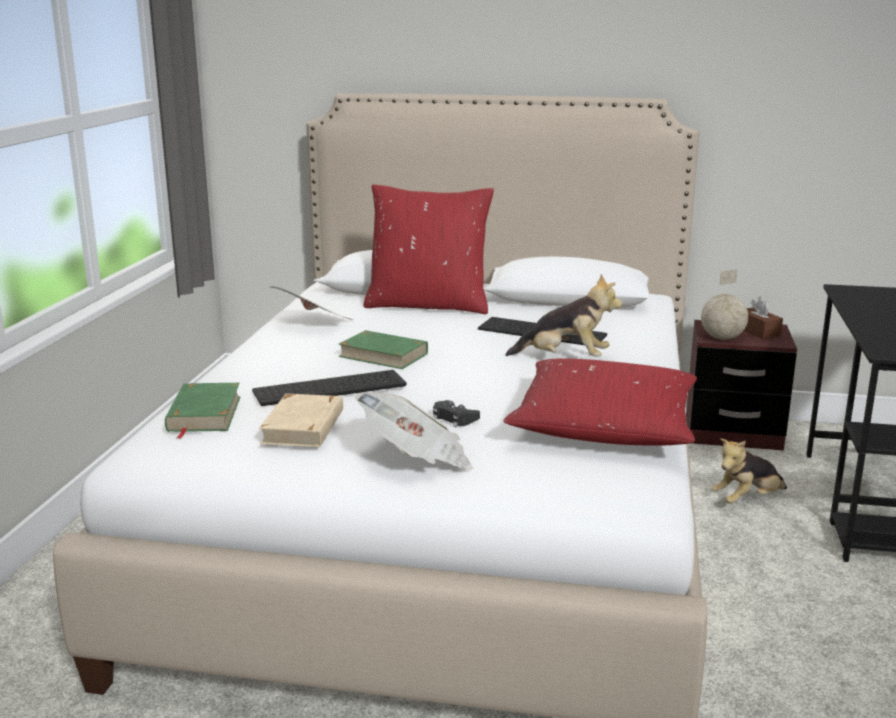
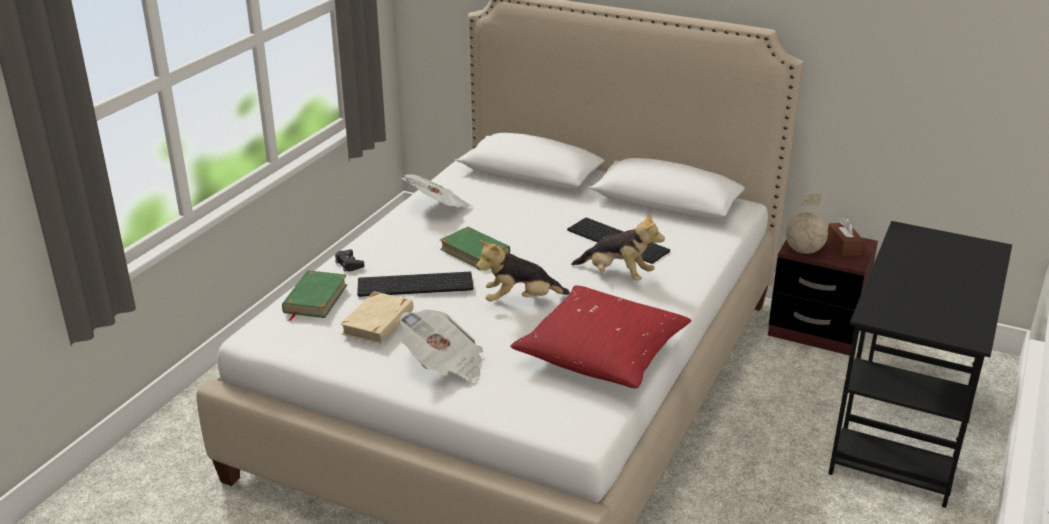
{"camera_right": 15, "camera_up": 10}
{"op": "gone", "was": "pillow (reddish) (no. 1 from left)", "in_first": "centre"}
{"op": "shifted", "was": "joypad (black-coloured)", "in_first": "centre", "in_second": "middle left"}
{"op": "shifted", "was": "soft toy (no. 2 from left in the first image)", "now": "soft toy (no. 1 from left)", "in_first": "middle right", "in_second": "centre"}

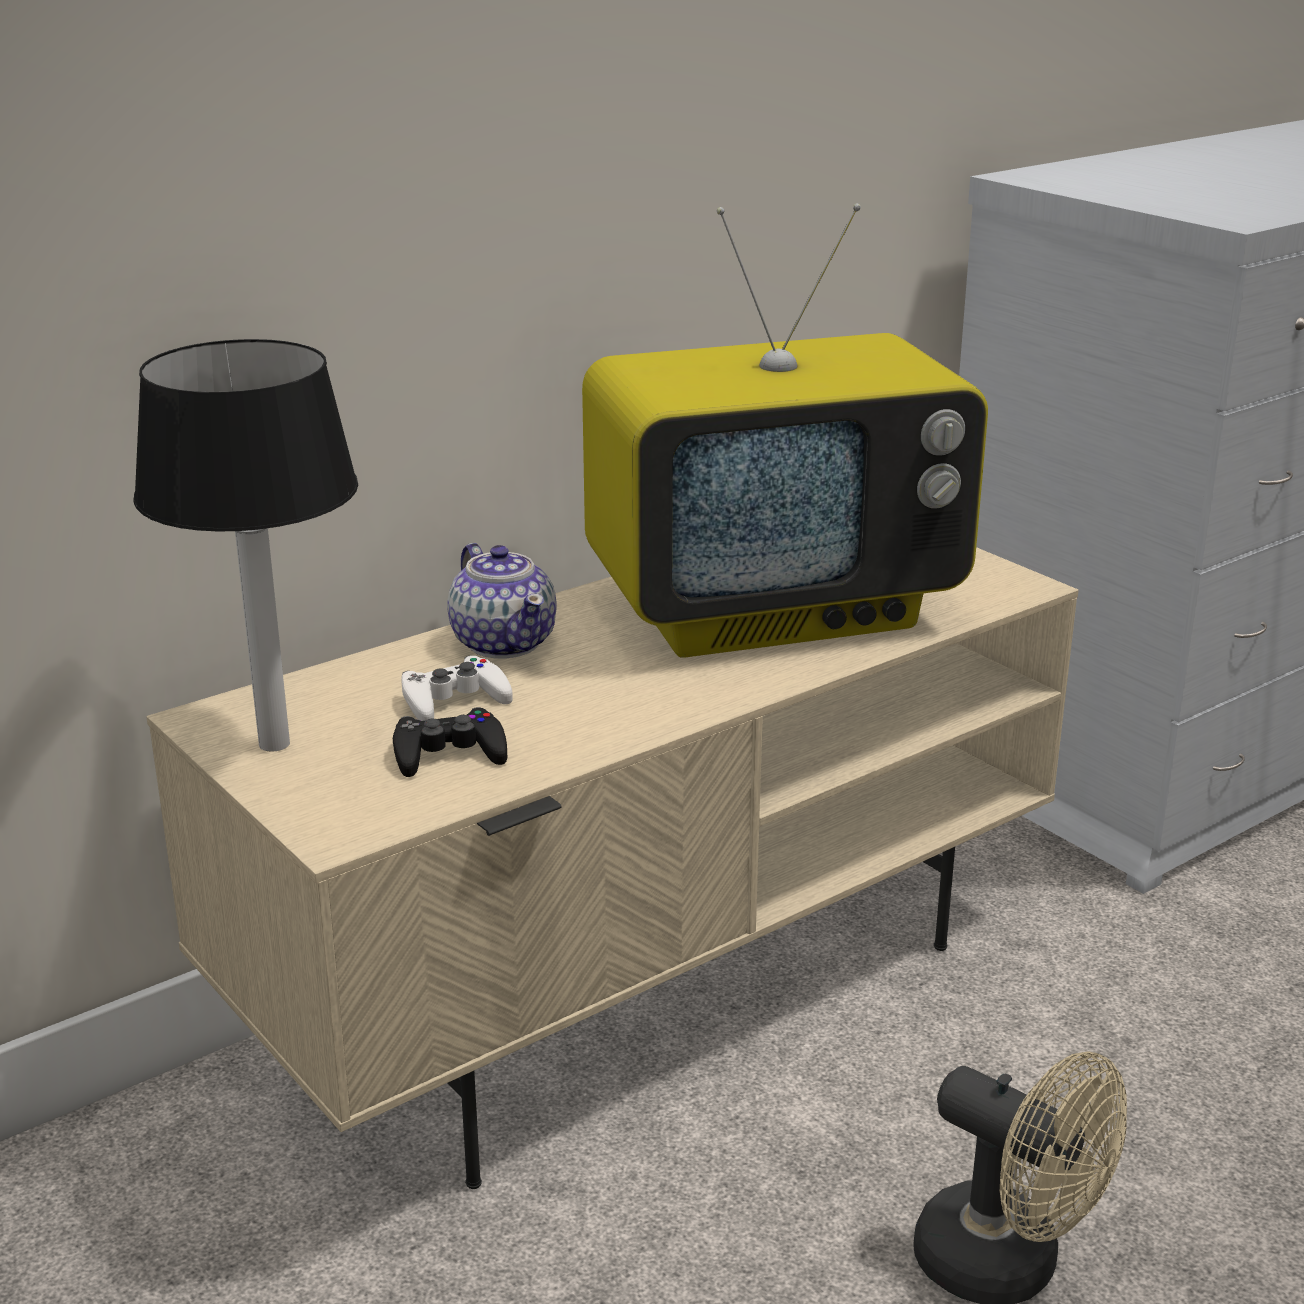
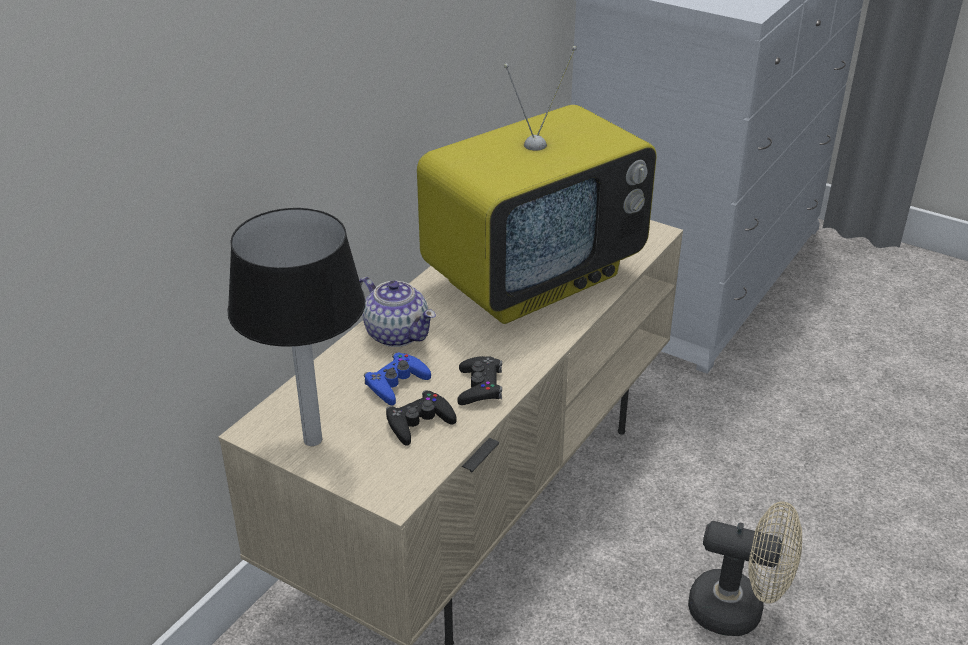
{"camera_right": -20, "camera_up": 10}
{"op": "repainted", "was": "joypad (whitish)", "now": "joypad (blue-coloured)", "in_first": "centre", "in_second": "centre"}
{"op": "new", "now": "joypad (black-coloured) (no. 2 from left)", "in_second": "centre"}

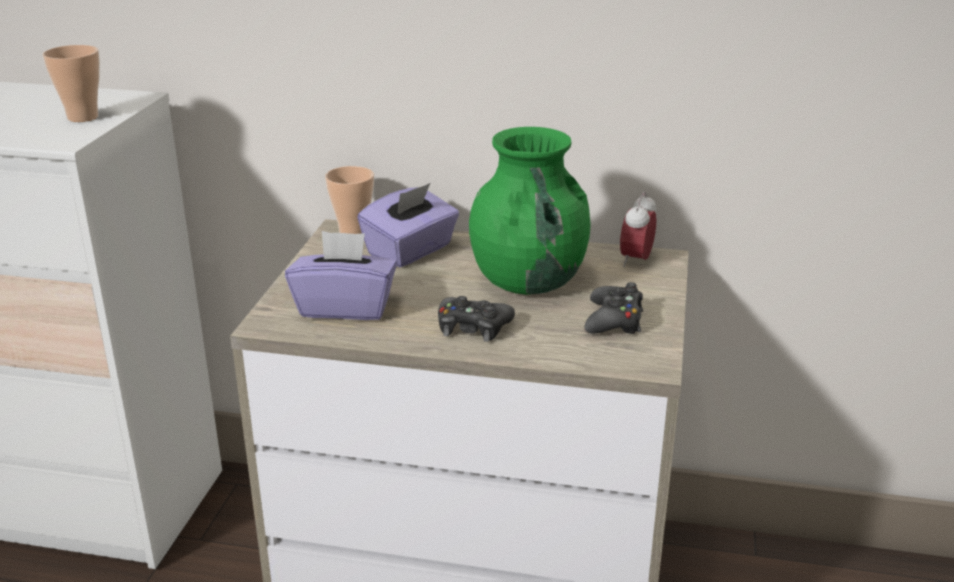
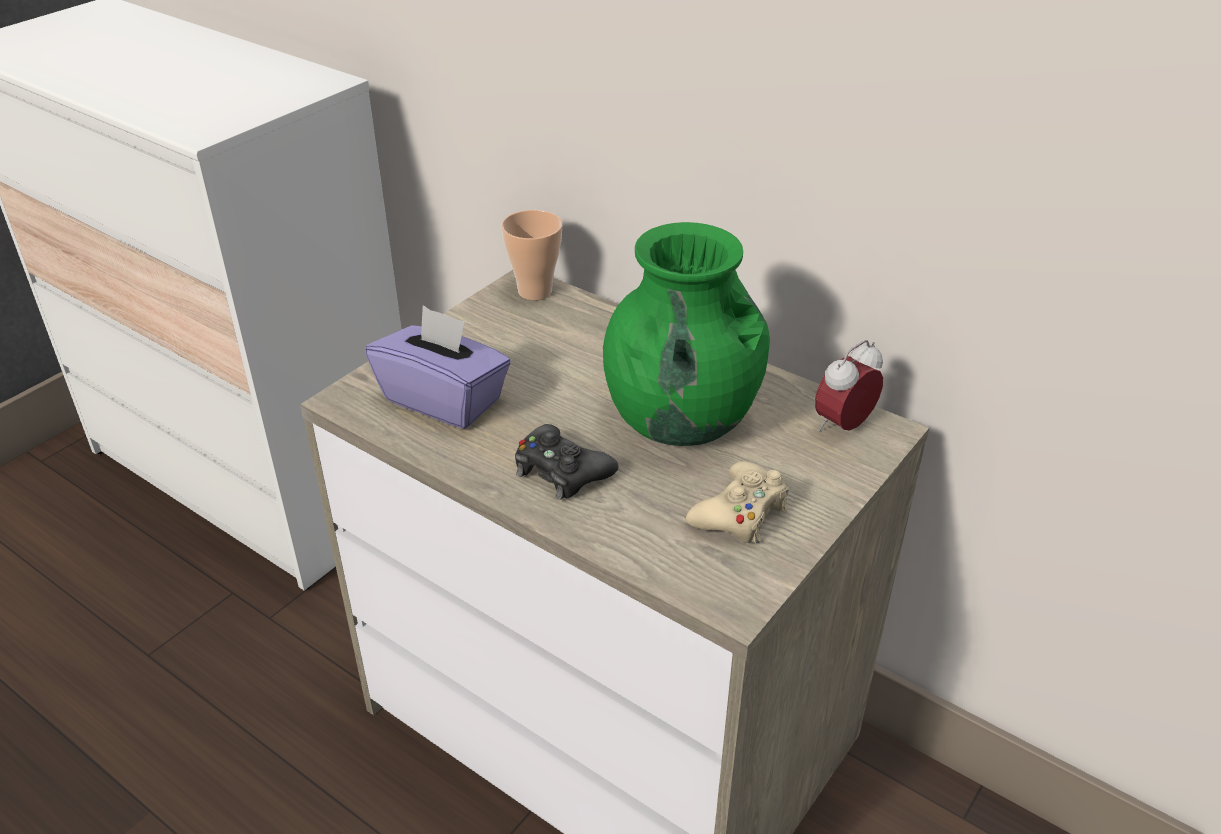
{"camera_right": 25, "camera_up": 10}
{"op": "gone", "was": "small cup (no. 1 from left)", "in_first": "top left"}
{"op": "gone", "was": "box of tissues (purple) (no. 2 from left)", "in_first": "centre"}
{"op": "repainted", "was": "joypad (black-coloured) (no. 2 from left)", "now": "joypad (beige-coloured)", "in_first": "centre", "in_second": "centre"}

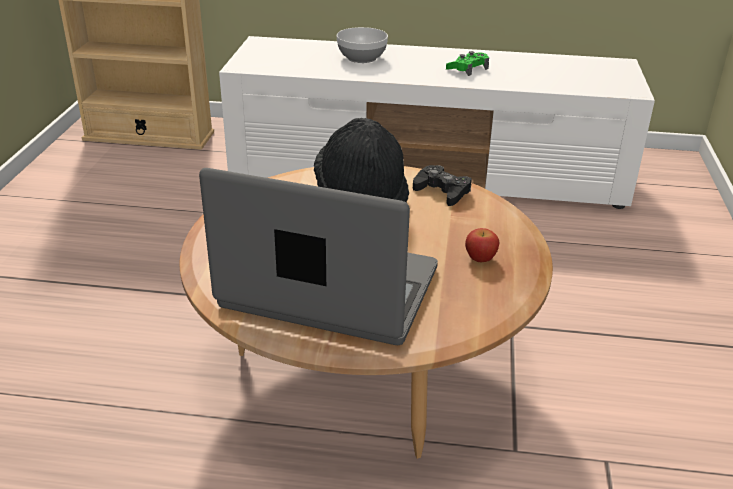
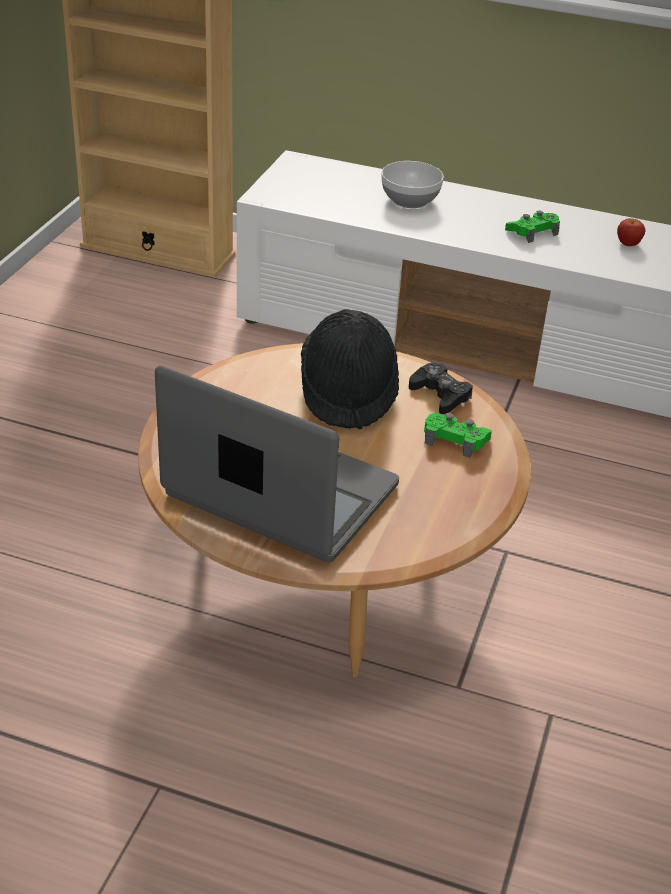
{"camera_right": 10, "camera_up": 5}
{"op": "shifted", "was": "whole apple", "in_first": "centre", "in_second": "top right"}
{"op": "new", "now": "joypad (green-coloured) (no. 1 from left)", "in_second": "middle right"}

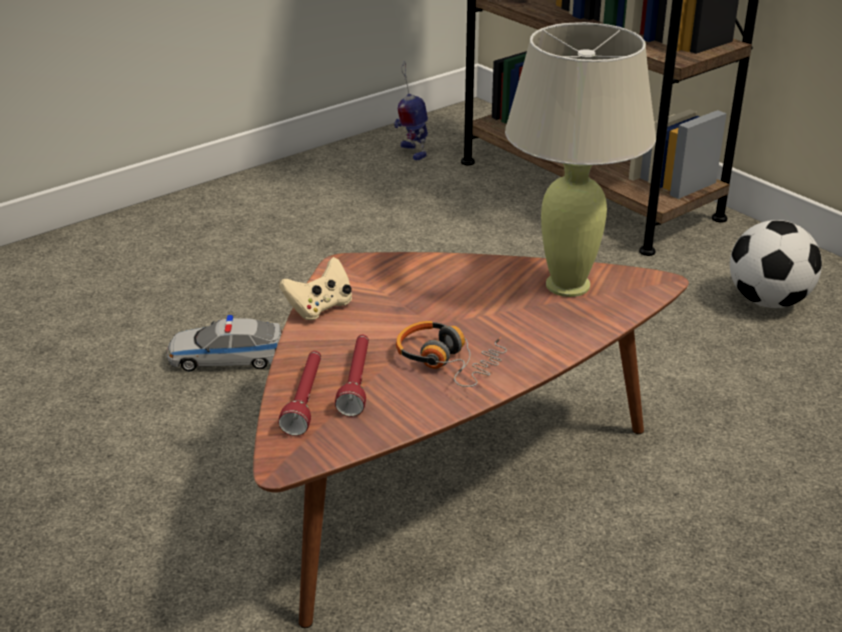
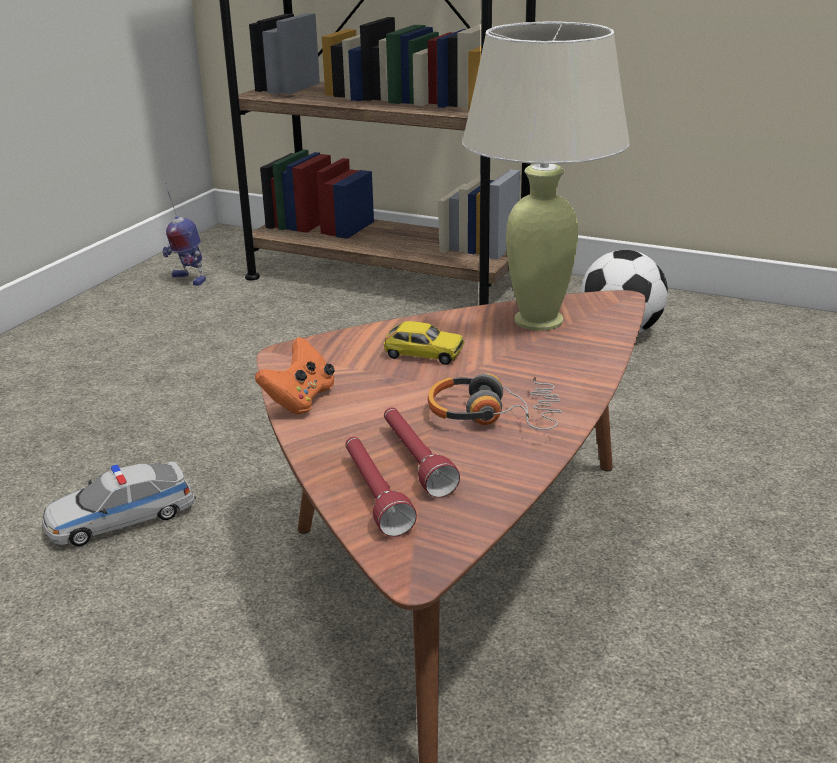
{"camera_right": -25, "camera_up": -5}
{"op": "repainted", "was": "joypad (beige-coloured)", "now": "joypad (orange)", "in_first": "centre", "in_second": "centre"}
{"op": "new", "now": "miniature car (no. 2 from left)", "in_second": "centre"}

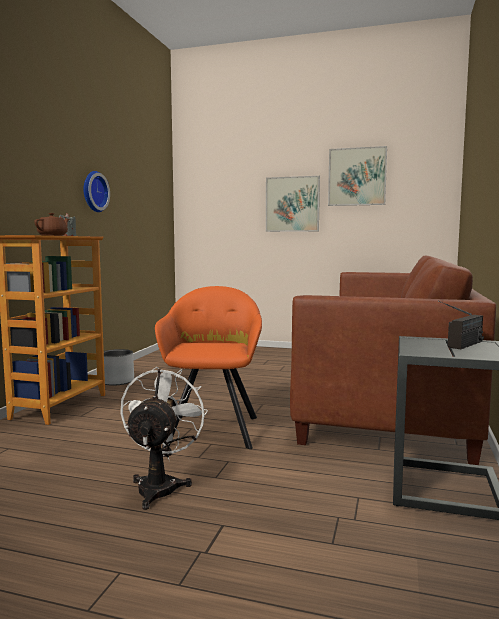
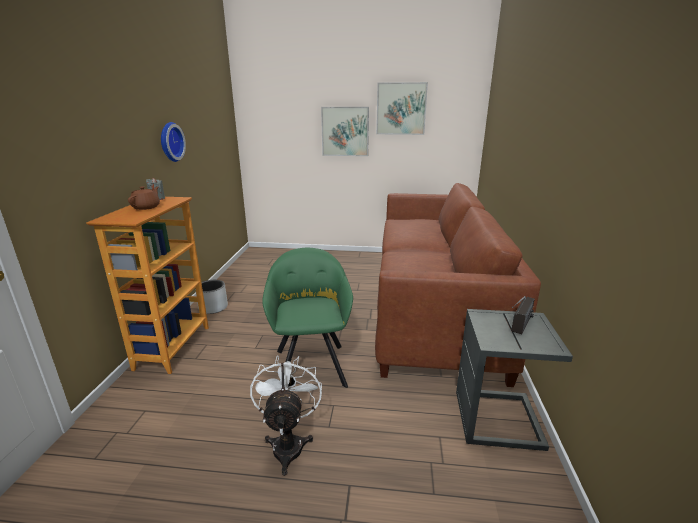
{"camera_right": -10, "camera_up": 15}
{"op": "repainted", "was": "lounge chair (orange)", "now": "lounge chair (green-coloured)", "in_first": "centre", "in_second": "centre"}

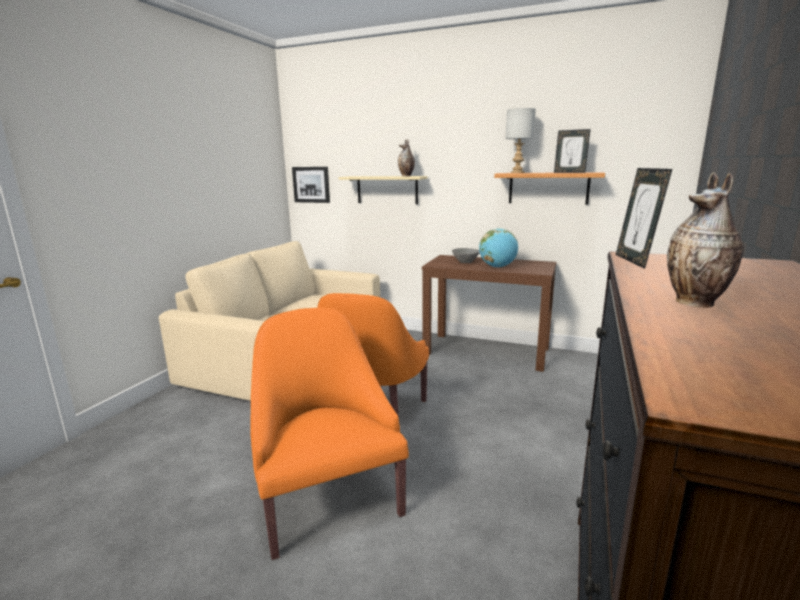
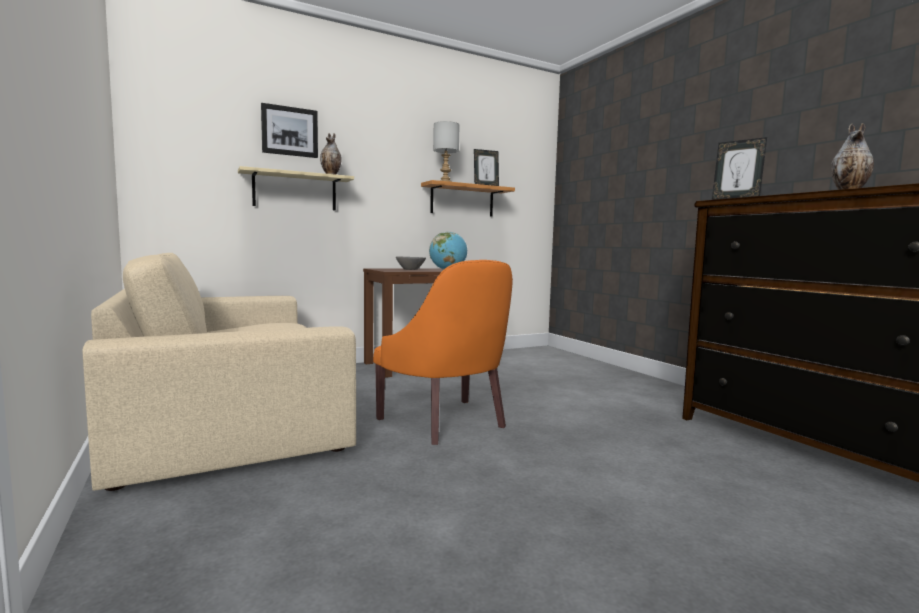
{"camera_right": -50, "camera_up": -10}
{"op": "gone", "was": "lounge chair (orange) (no. 1 from left)", "in_first": "bottom centre"}
{"op": "shifted", "was": "wall picture", "in_first": "top centre", "in_second": "top left"}

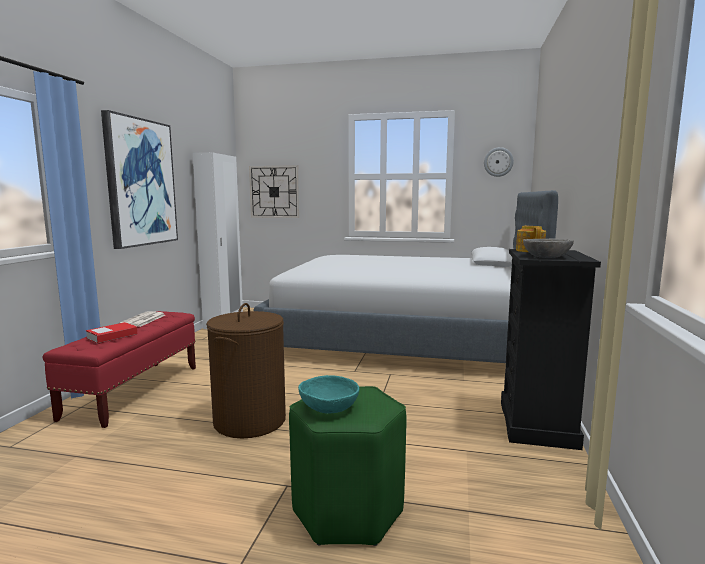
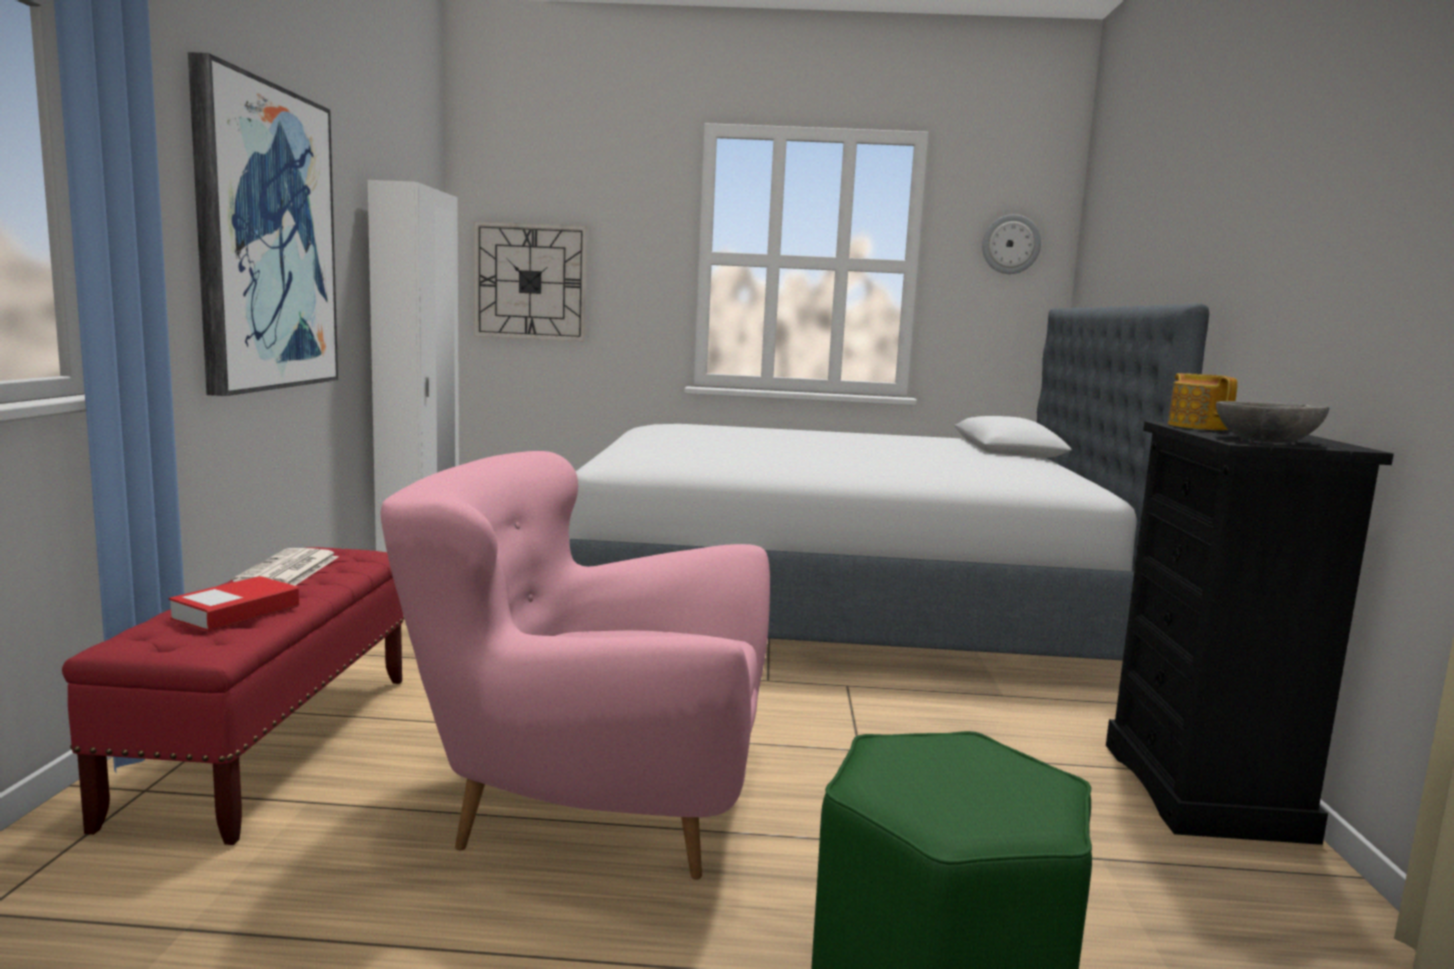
{"camera_right": -10, "camera_up": 0}
{"op": "swapped", "was": "washing basket (brown)", "now": "lounge chair (pink-coloured)", "in_first": "centre", "in_second": "bottom centre"}
{"op": "gone", "was": "serving bowl (blue-green)", "in_first": "bottom centre"}

